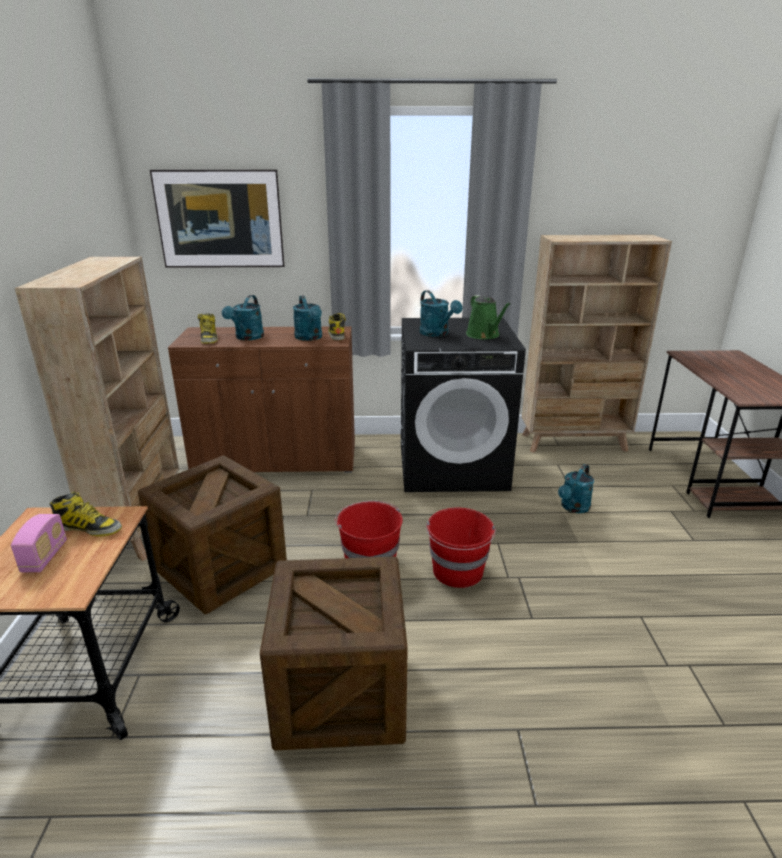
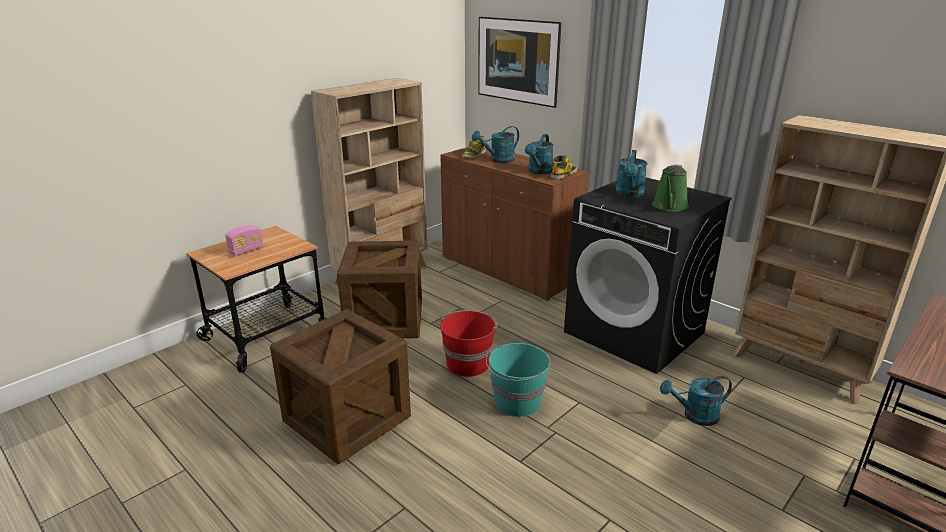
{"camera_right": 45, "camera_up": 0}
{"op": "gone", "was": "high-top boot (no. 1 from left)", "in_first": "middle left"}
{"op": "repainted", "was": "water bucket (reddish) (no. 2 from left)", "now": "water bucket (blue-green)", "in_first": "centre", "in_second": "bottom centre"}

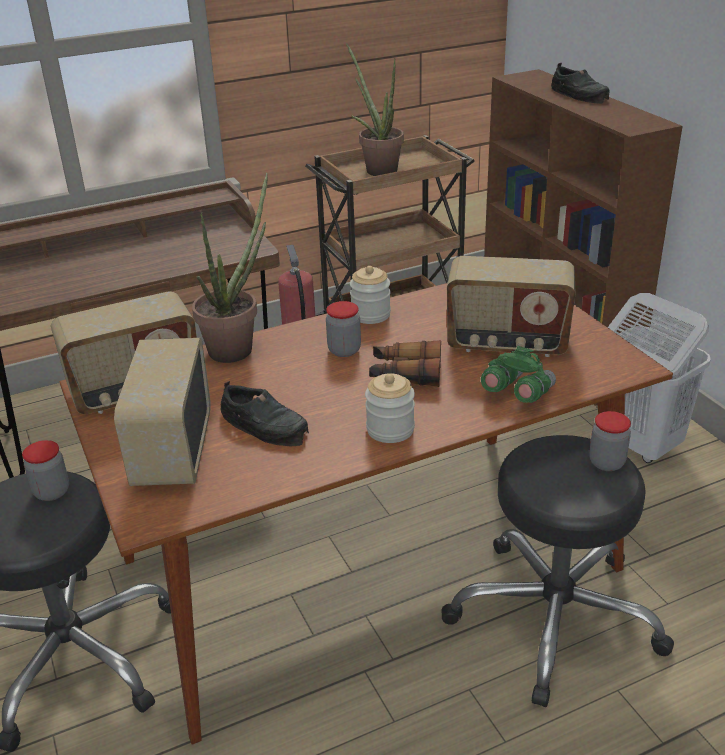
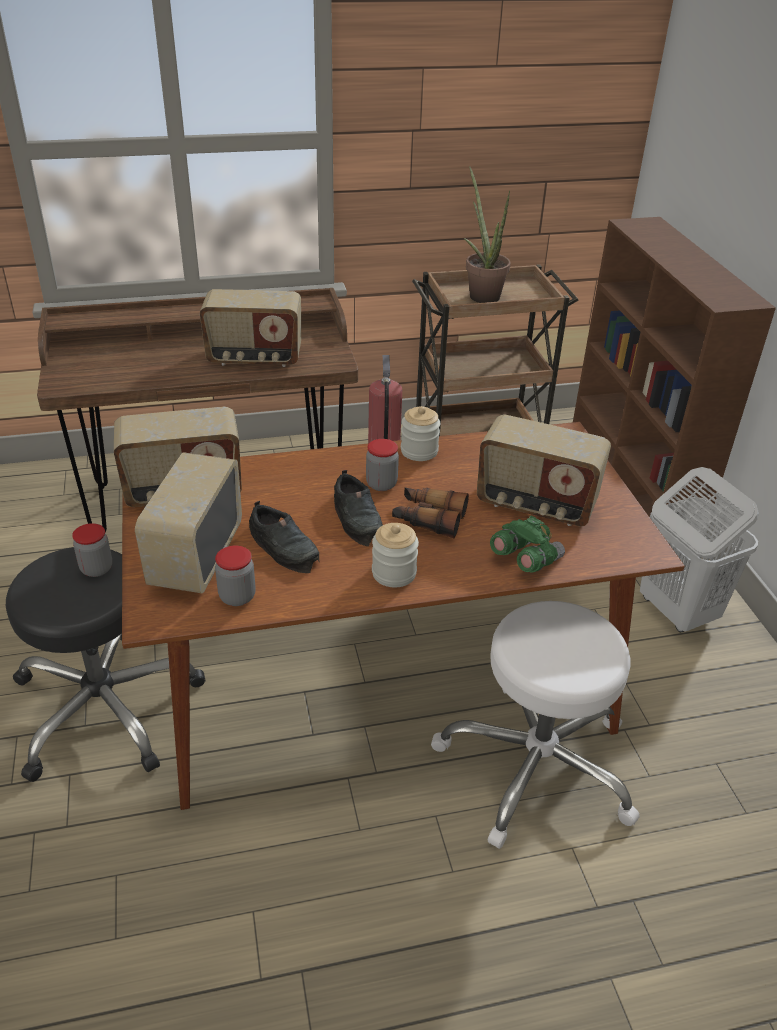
{"camera_right": 10, "camera_up": 5}
{"op": "gone", "was": "houseplant (no. 1 from left)", "in_first": "middle left"}
{"op": "repainted", "was": "sitting stool (black-coloured) (no. 2 from left)", "now": "sitting stool (whitish)", "in_first": "bottom right", "in_second": "bottom right"}
{"op": "shifted", "was": "item of footwear (black-coloured) (no. 2 from left)", "in_first": "top right", "in_second": "centre"}
{"op": "shifted", "was": "preserve jar (no. 5 from left in the first image)", "now": "preserve jar (no. 2 from left)", "in_first": "middle right", "in_second": "middle left"}
{"op": "new", "now": "radio set (no. 3 from left)", "in_second": "top left"}

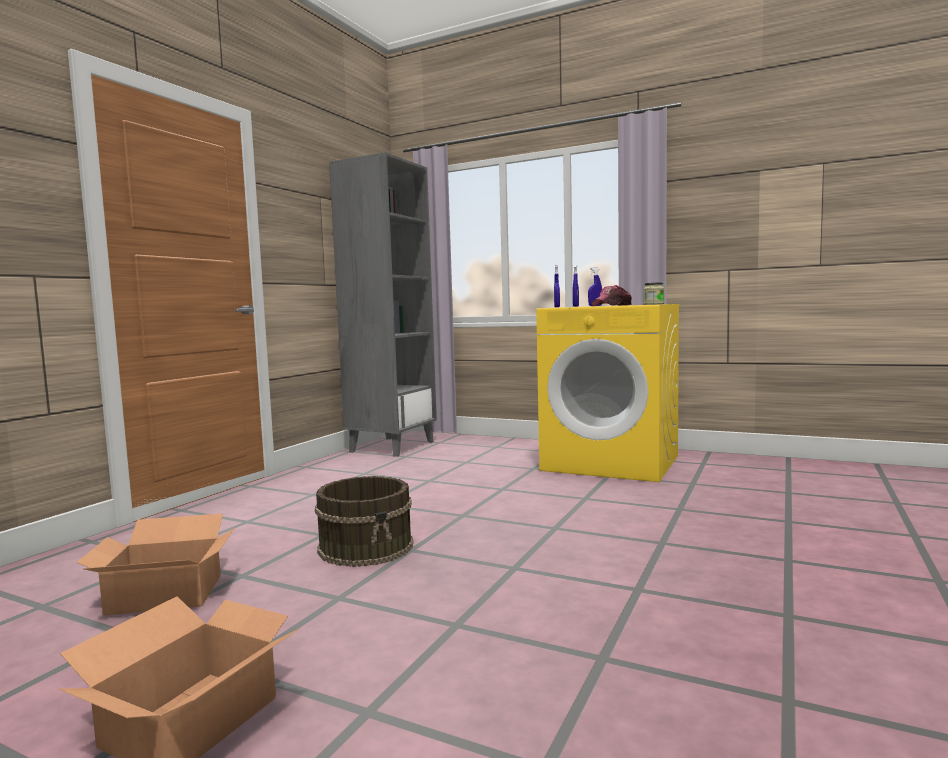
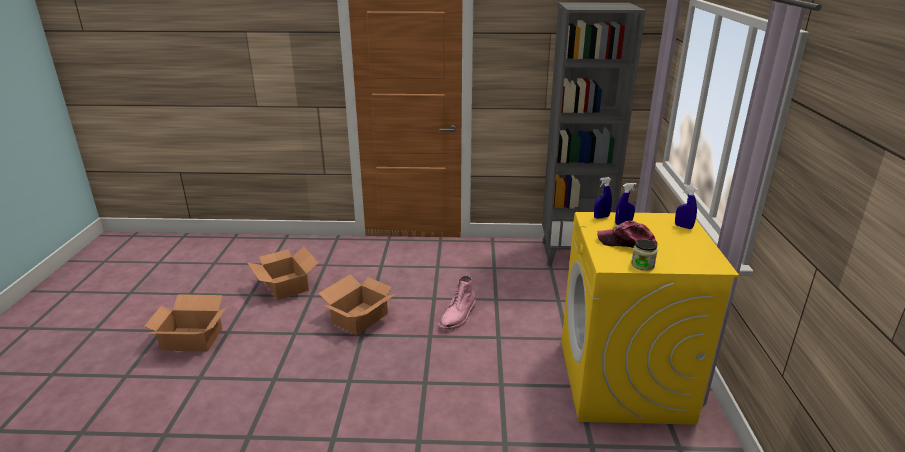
{"camera_right": 65, "camera_up": 20}
{"op": "swapped", "was": "water bucket (brown)", "now": "carton (no. 3 from left)", "in_first": "bottom centre", "in_second": "bottom centre"}
{"op": "new", "now": "high-top boot (pink-coloured)", "in_second": "bottom centre"}

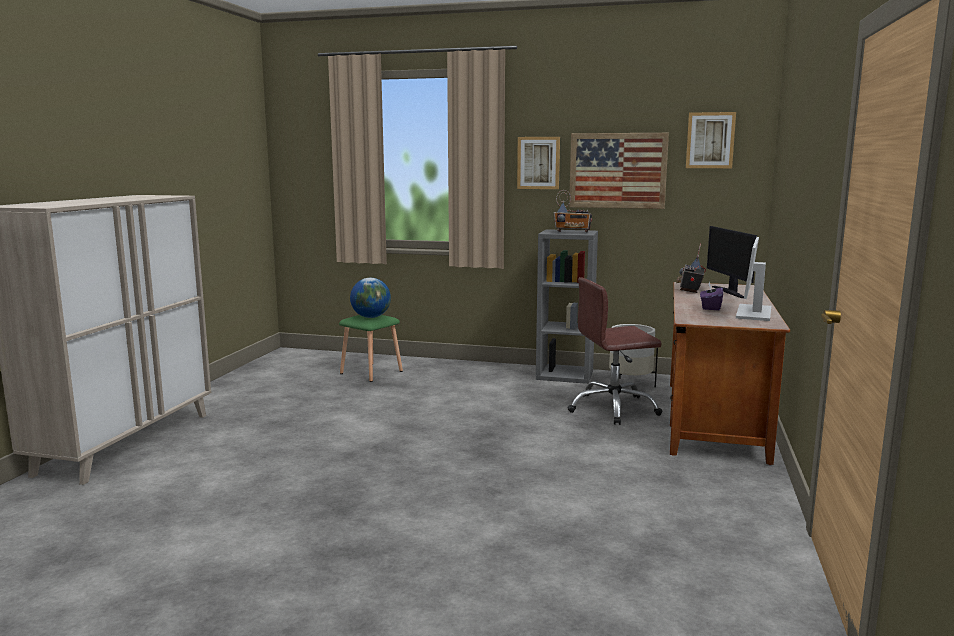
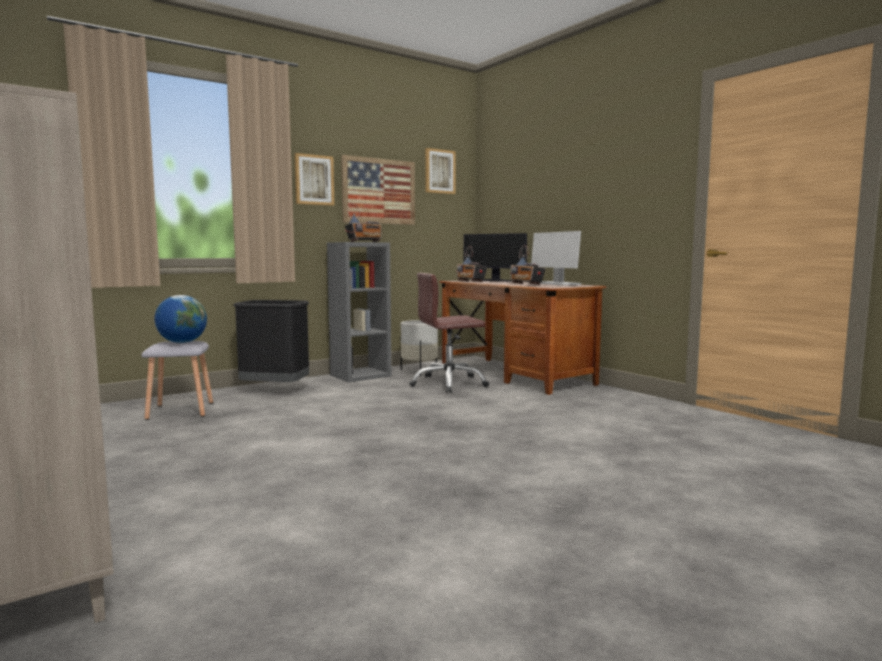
{"camera_right": -50, "camera_up": -5}
{"op": "repainted", "was": "sitting stool (green-coloured)", "now": "sitting stool (greyish)", "in_first": "centre", "in_second": "middle left"}
{"op": "rotated", "was": "office chair (brown)", "in_first": "centre", "in_second": "centre", "clockwise": 45}
{"op": "swapped", "was": "box of tissues (purple)", "now": "radio set (no. 3 from left)", "in_first": "middle right", "in_second": "centre"}
{"op": "new", "now": "rubbish bin (black-coloured)", "in_second": "middle left"}

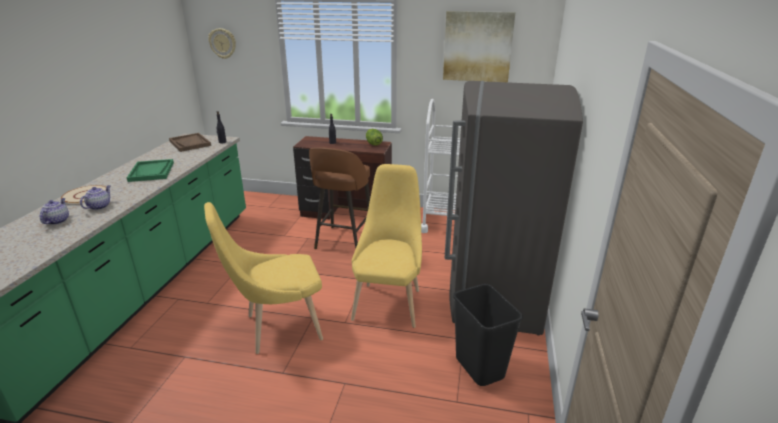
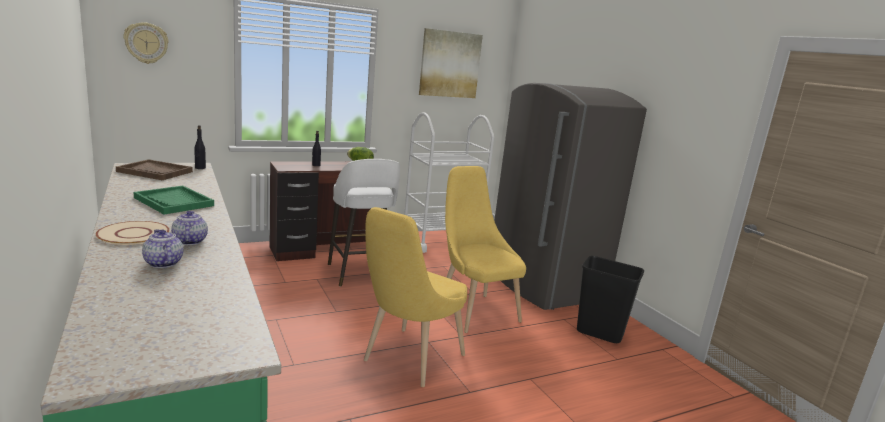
{"camera_right": -40, "camera_up": -10}
{"op": "repainted", "was": "sitting stool (brown)", "now": "sitting stool (whitish)", "in_first": "centre", "in_second": "centre"}

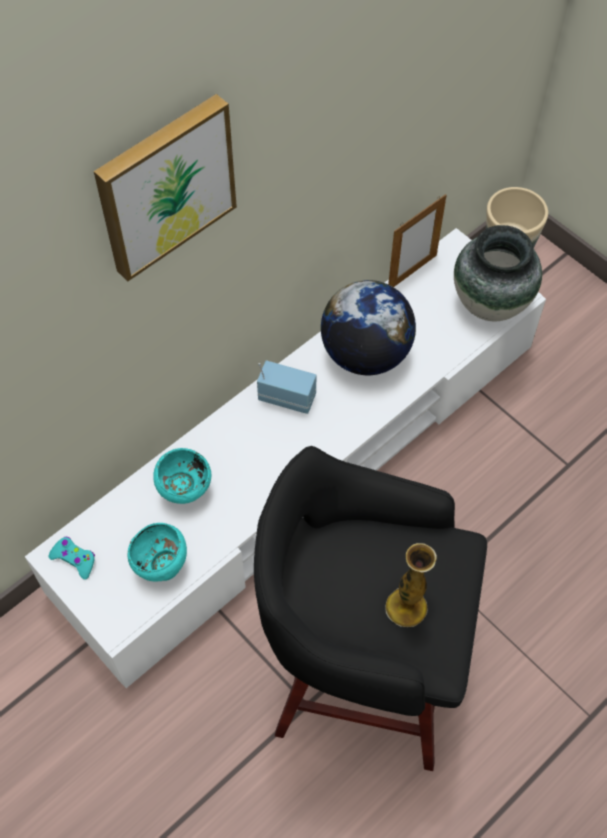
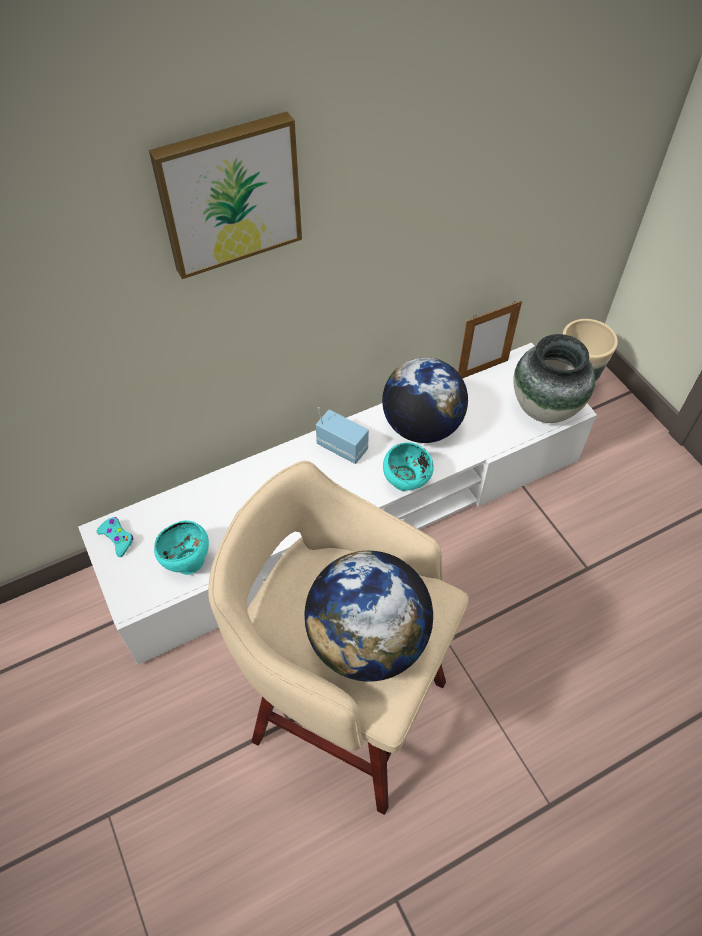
{"camera_right": 15, "camera_up": -5}
{"op": "shifted", "was": "serving bowl (blue-green) (no. 2 from left)", "in_first": "middle left", "in_second": "centre"}
{"op": "repainted", "was": "sitting stool (black-coloured)", "now": "sitting stool (beige-coloured)", "in_first": "bottom centre", "in_second": "bottom centre"}
{"op": "swapped", "was": "flower vase (no. 1 from left)", "now": "desk globe (no. 1 from left)", "in_first": "bottom right", "in_second": "centre"}

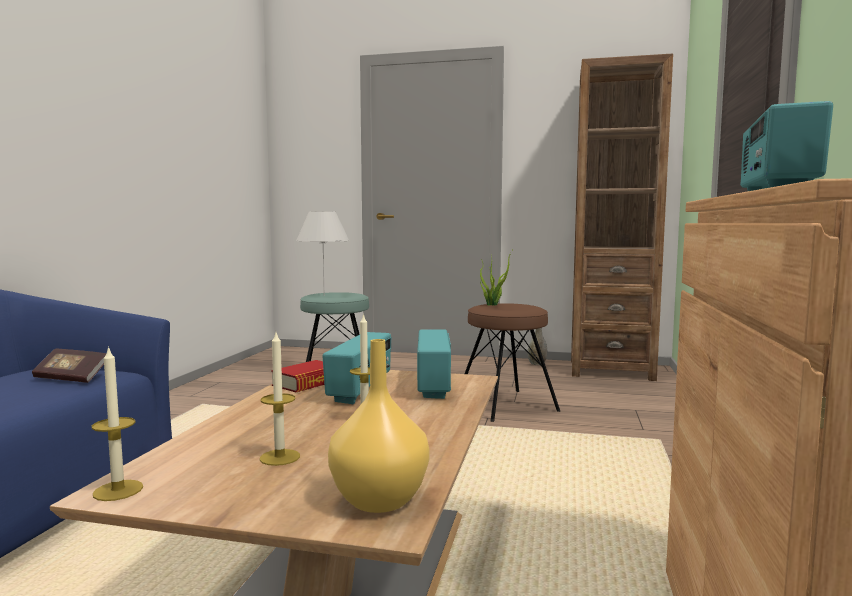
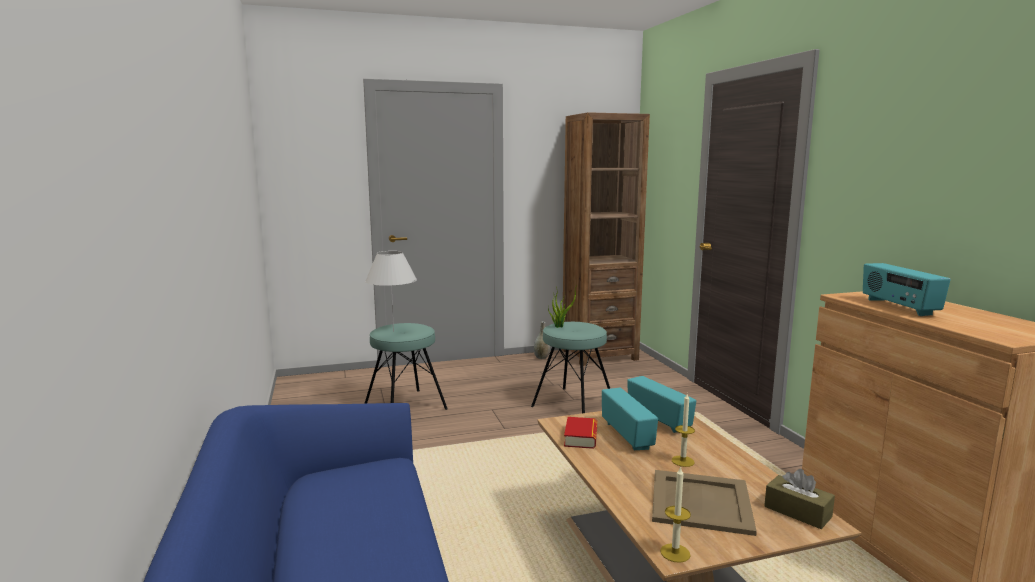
{"camera_right": -30, "camera_up": 5}
{"op": "gone", "was": "bound book (no. 1 from left)", "in_first": "middle left"}
{"op": "swapped", "was": "wax light (no. 2 from left)", "now": "tray (beige-coloured)", "in_first": "bottom left", "in_second": "bottom right"}
{"op": "swapped", "was": "flower vase (yellowish)", "now": "box of tissues (brown)", "in_first": "bottom centre", "in_second": "bottom right"}
{"op": "repainted", "was": "sitting stool (brown)", "now": "sitting stool (blue-green) (no. 2 from left)", "in_first": "centre", "in_second": "centre"}

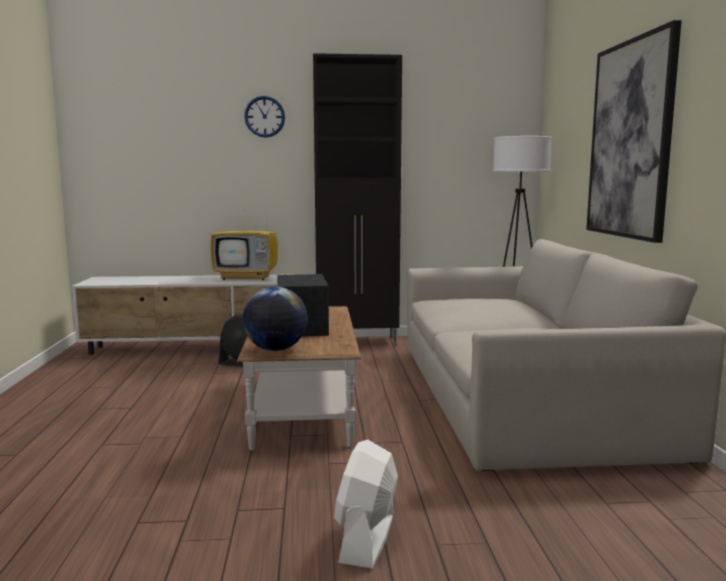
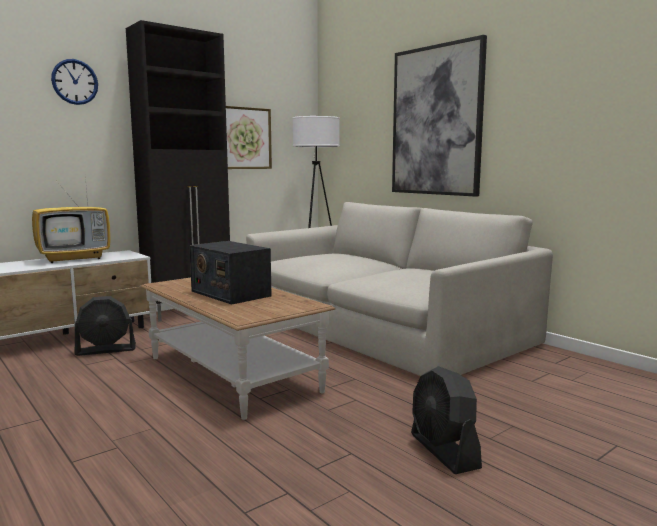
{"camera_right": -35, "camera_up": 0}
{"op": "gone", "was": "desk globe", "in_first": "centre"}
{"op": "repainted", "was": "fan (whitish)", "now": "fan (black-coloured) (no. 2 from left)", "in_first": "bottom centre", "in_second": "bottom right"}
{"op": "new", "now": "wall picture (no. 1 from left)", "in_second": "top centre"}

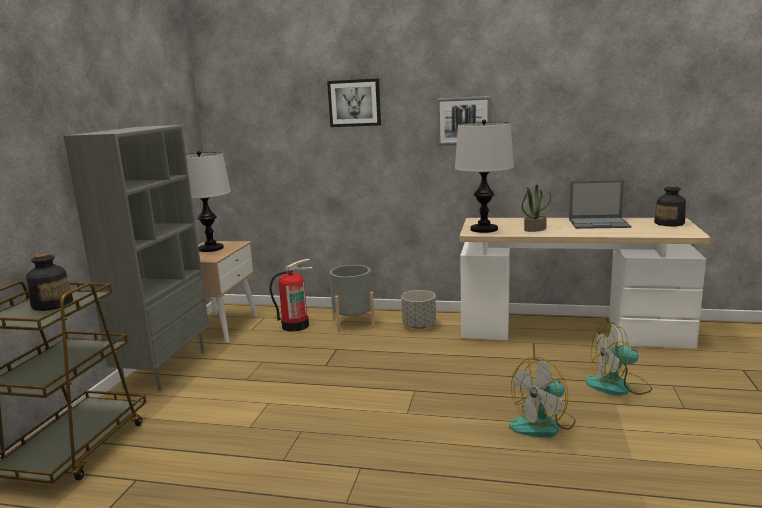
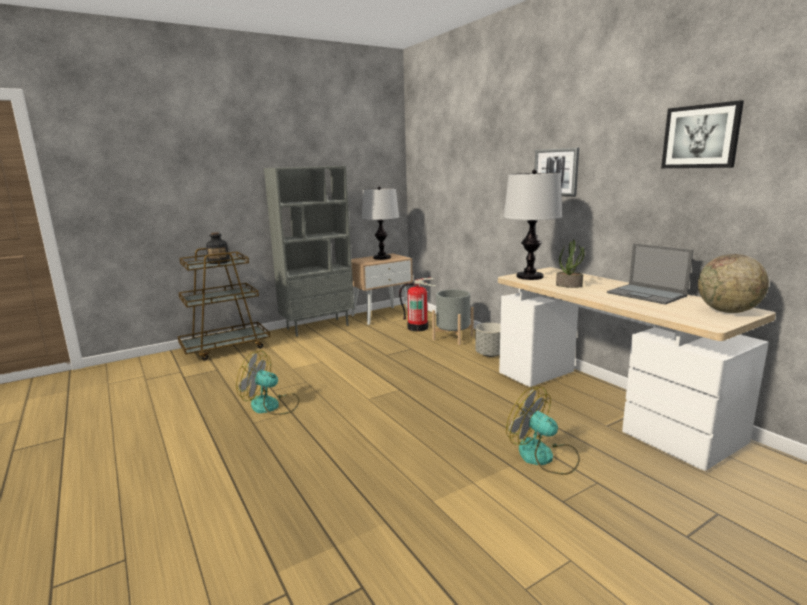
{"camera_right": 45, "camera_up": 0}
{"op": "shifted", "was": "wall picture (no. 1 from left in the first image)", "now": "wall picture (no. 2 from left)", "in_first": "top centre", "in_second": "top right"}
{"op": "shifted", "was": "fan (no. 1 from left)", "in_first": "bottom right", "in_second": "middle left"}
{"op": "swapped", "was": "beverage bottle (no. 2 from left)", "now": "desk globe", "in_first": "middle right", "in_second": "middle right"}

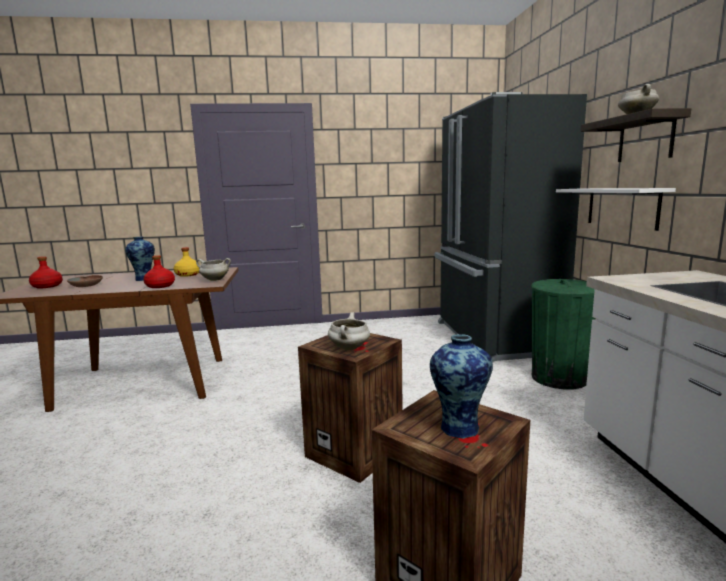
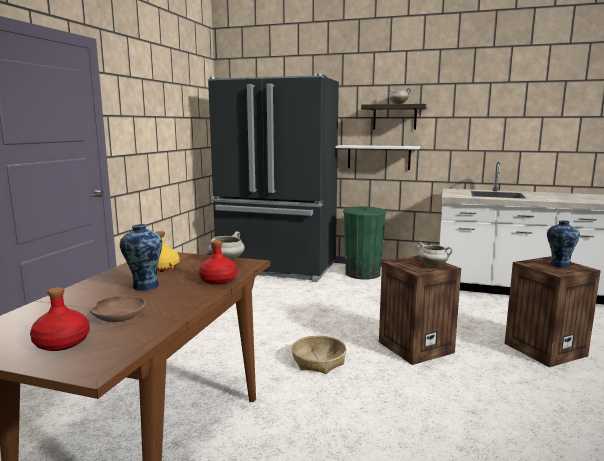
{"camera_right": -65, "camera_up": 0}
{"op": "new", "now": "basket", "in_second": "bottom centre"}

